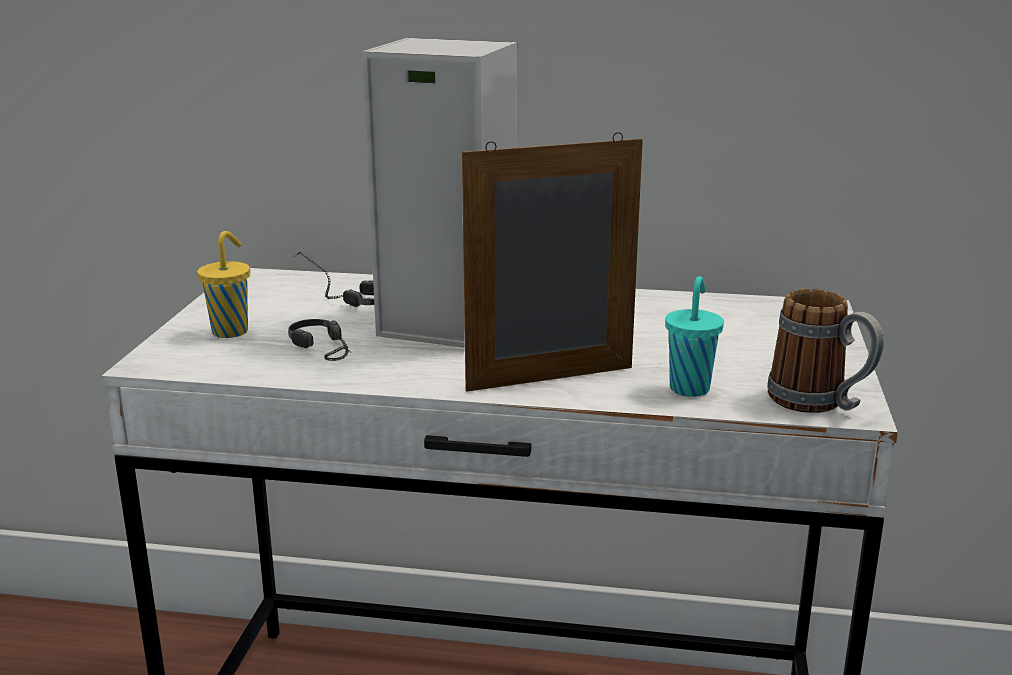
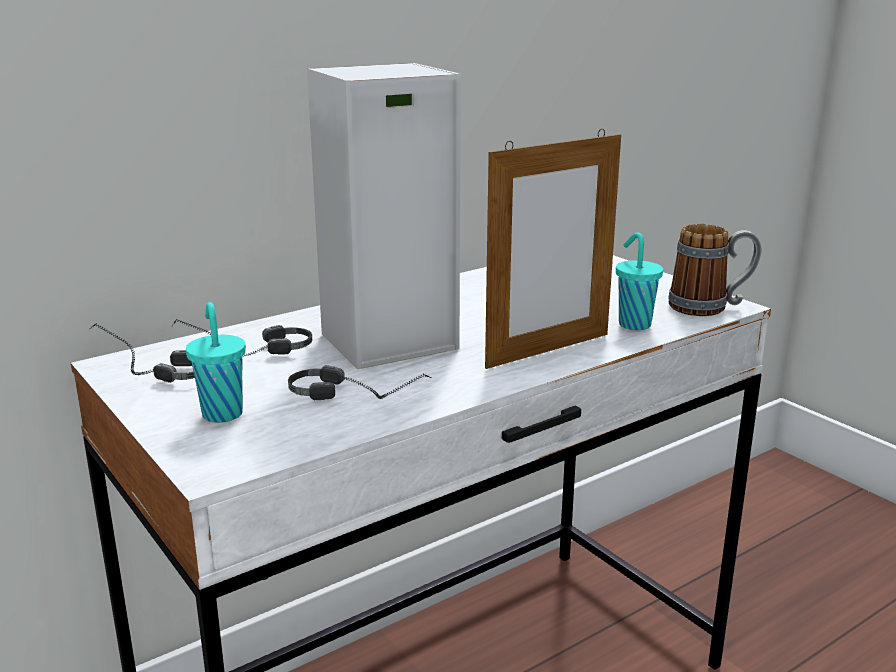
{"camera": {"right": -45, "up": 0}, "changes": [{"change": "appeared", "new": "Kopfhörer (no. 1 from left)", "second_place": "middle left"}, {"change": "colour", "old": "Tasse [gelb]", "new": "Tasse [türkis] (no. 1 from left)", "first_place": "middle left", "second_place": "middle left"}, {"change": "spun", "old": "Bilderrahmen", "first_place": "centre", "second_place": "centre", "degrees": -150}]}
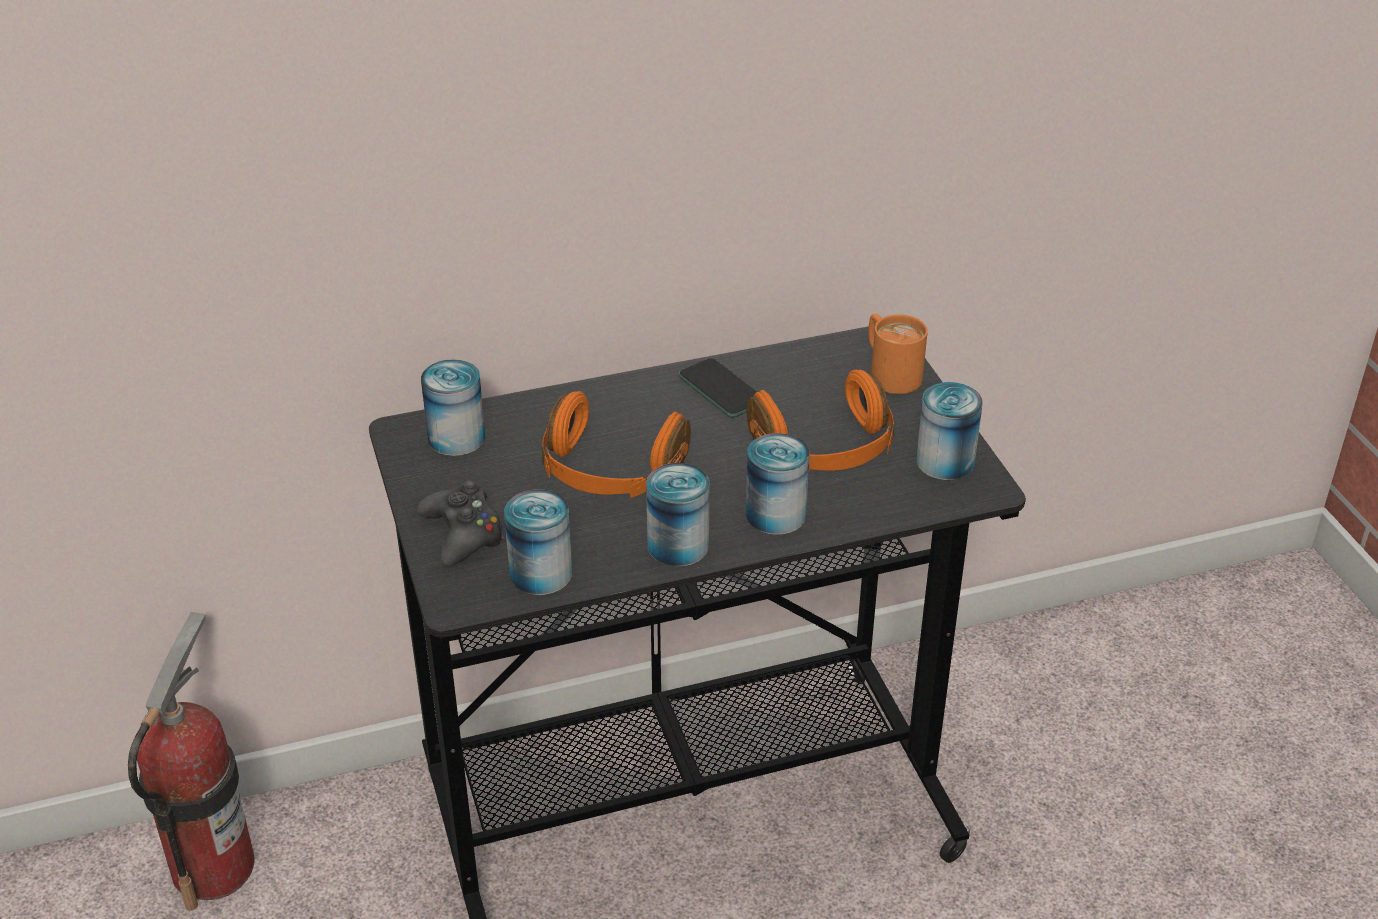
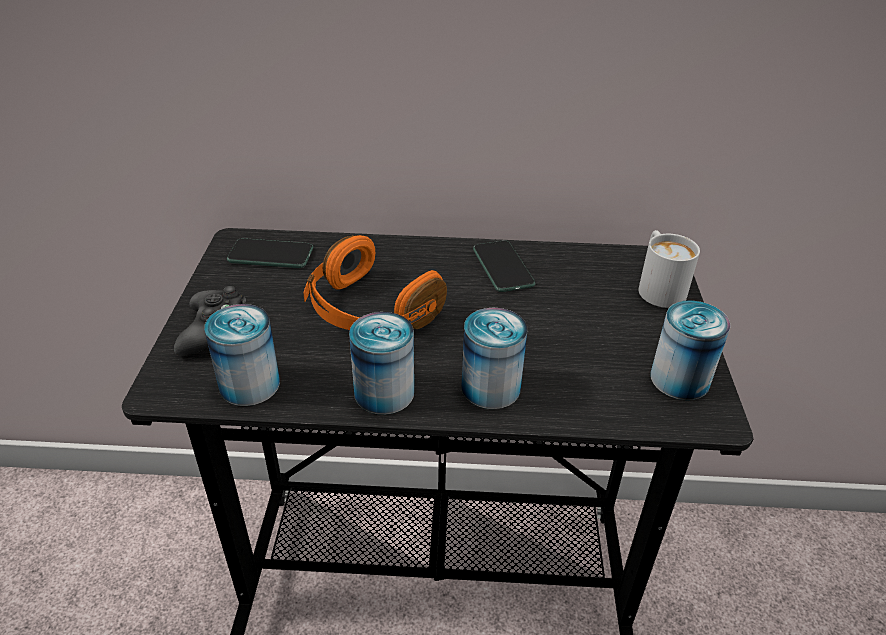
{"camera": {"right": 20, "up": 0}, "changes": [{"change": "missing", "old": "Feuerlöscher", "first_place": "bottom left"}, {"change": "missing", "old": "Kopfhörer [orange] (no. 2 from left)", "first_place": "centre"}, {"change": "exchanged", "old": "Dose (no. 1 from left)", "new": "Handy (no. 1 from left)", "first_place": "middle left", "second_place": "middle left"}, {"change": "colour", "old": "Henkelbecher [orange]", "new": "Henkelbecher [weiß]", "first_place": "centre", "second_place": "middle right"}]}
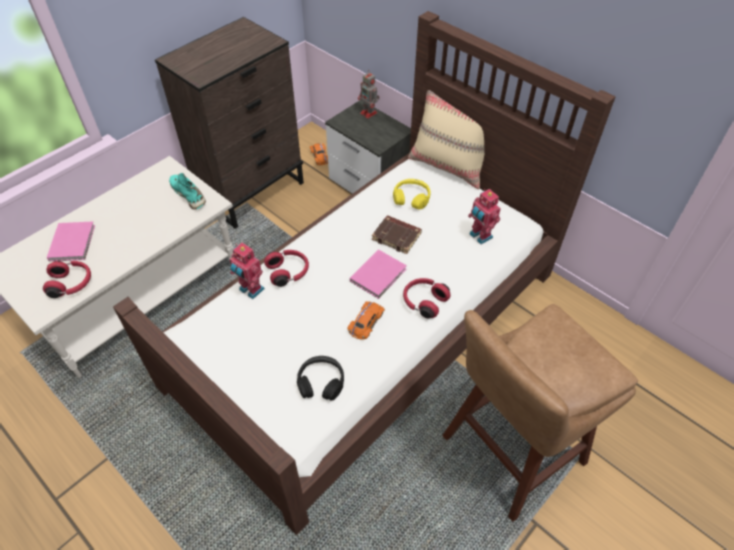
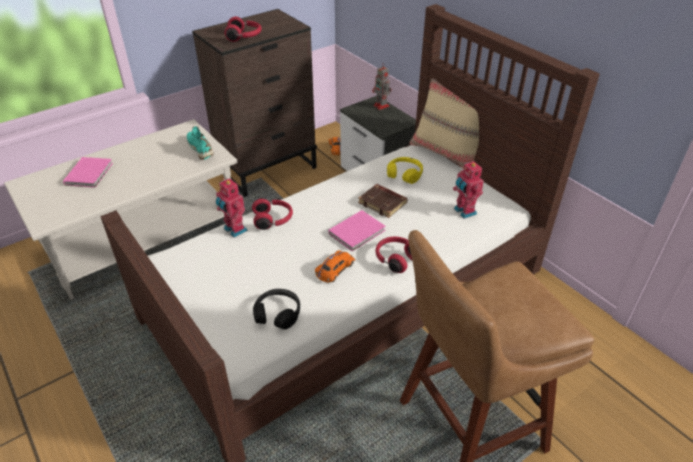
{"camera": {"right": 10, "up": -10}, "changes": [{"change": "relocated", "old": "Kopfhörer [rot] (no. 1 from left)", "first_place": "middle left", "second_place": "top centre"}]}
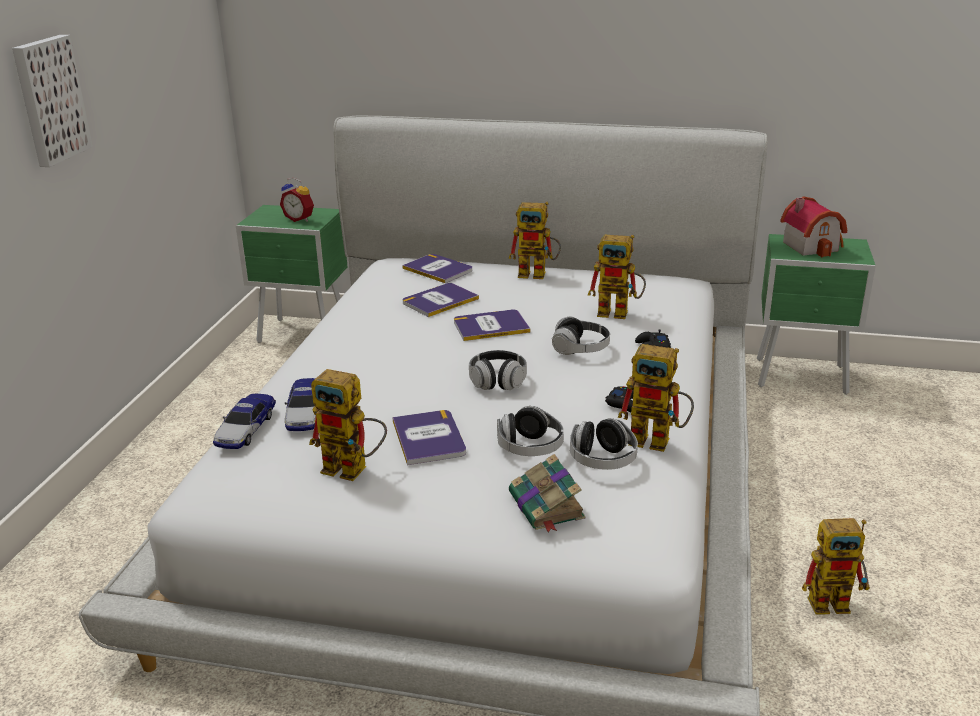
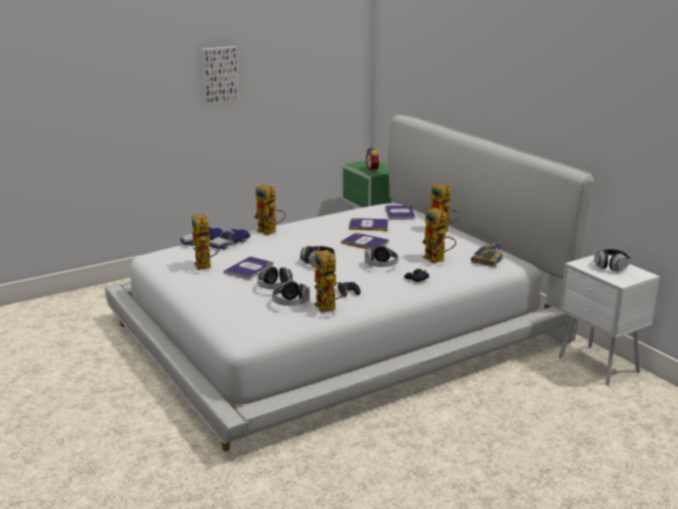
{"camera": {"right": 45, "up": -5}, "changes": [{"change": "relocated", "old": "Buch (no. 5 from left)", "first_place": "bottom centre", "second_place": "middle right"}, {"change": "relocated", "old": "Spielzeugroboter (no. 5 from left in the first image)", "new": "Spielzeugroboter (no. 2 from left)", "first_place": "bottom right", "second_place": "centre"}, {"change": "exchanged", "old": "Spielzeughaus", "new": "Kopfhörer (no. 5 from left)", "first_place": "top right", "second_place": "middle right"}, {"change": "colour", "old": "Nachttisch [grün] (no. 2 from left)", "new": "Nachttisch [weiß]", "first_place": "middle right", "second_place": "middle right"}]}
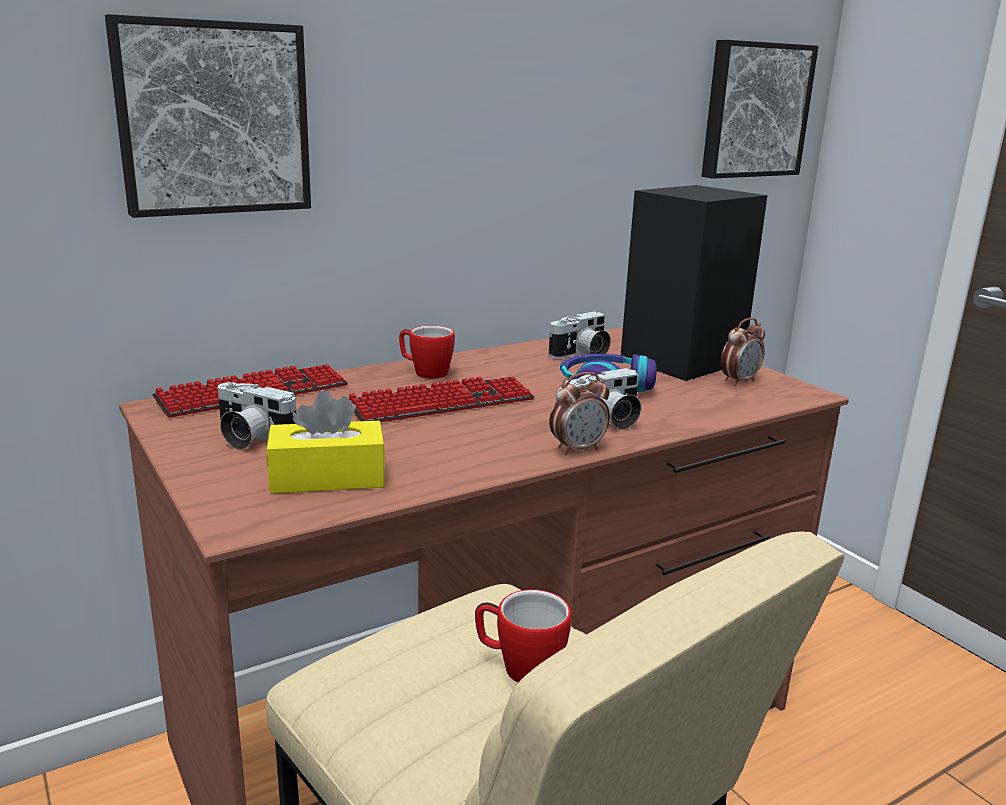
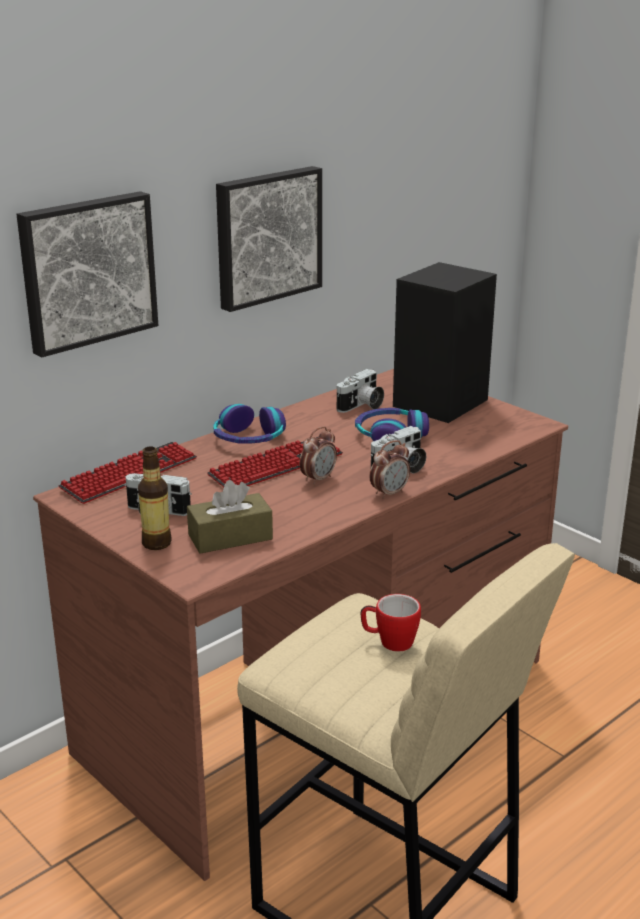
{"camera": {"right": -10, "up": 5}, "changes": [{"change": "appeared", "new": "Flasche", "second_place": "middle left"}, {"change": "relocated", "old": "Bild (no. 2 from left)", "first_place": "top right", "second_place": "top centre"}, {"change": "relocated", "old": "Wecker (no. 2 from left in the first image)", "new": "Wecker (no. 1 from left)", "first_place": "middle right", "second_place": "centre"}, {"change": "exchanged", "old": "Henkelbecher (no. 1 from left)", "new": "Kopfhörer (no. 1 from left)", "first_place": "centre", "second_place": "centre"}, {"change": "colour", "old": "Taschentuchbox [gelb]", "new": "Taschentuchbox [braun]", "first_place": "middle left", "second_place": "centre"}]}
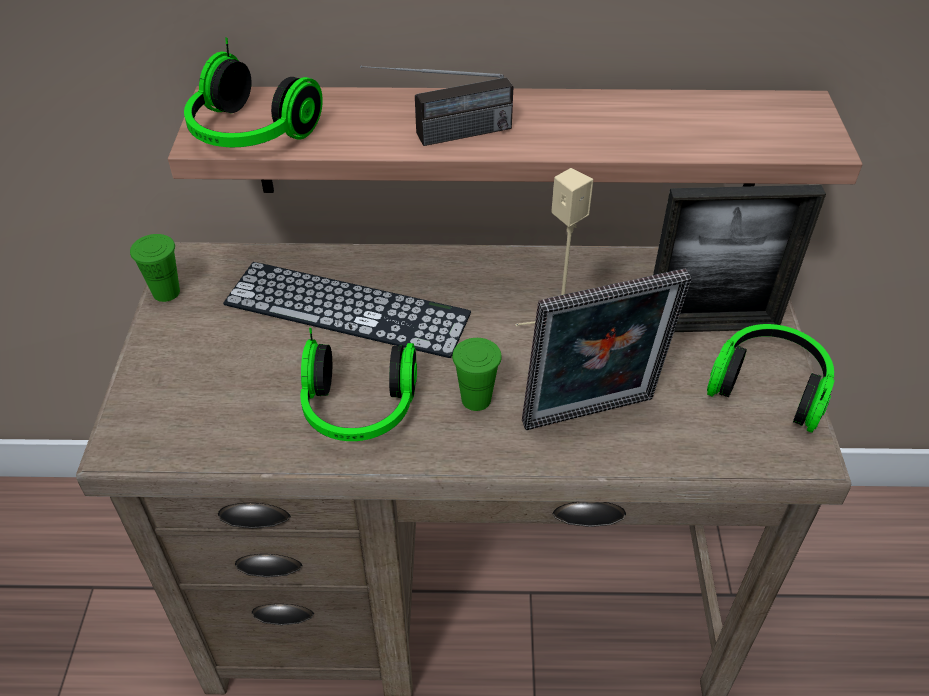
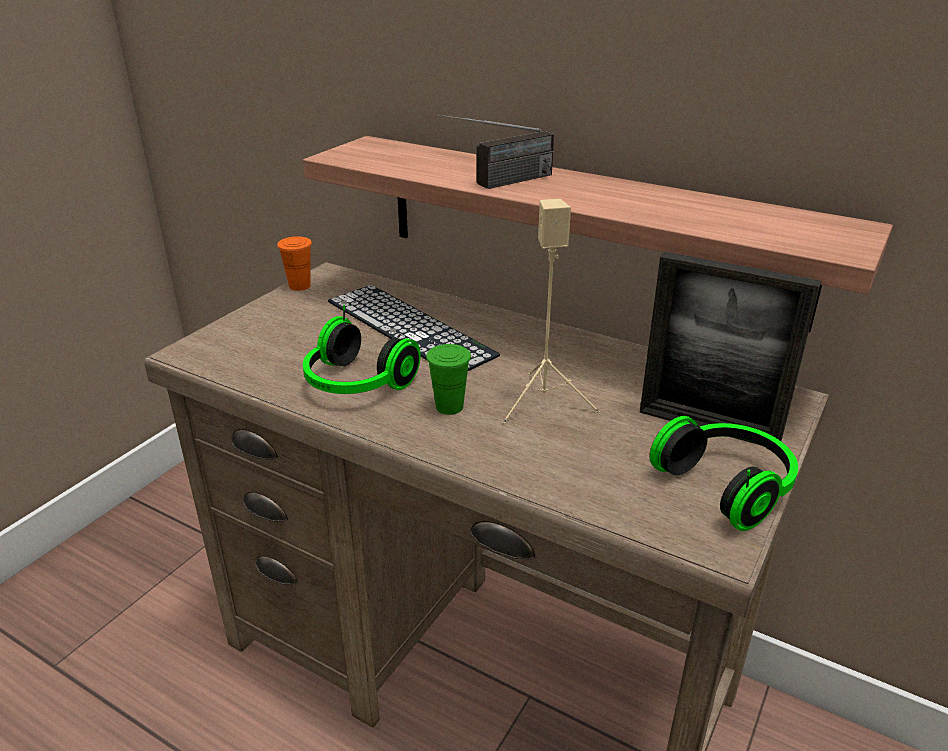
{"camera": {"right": 30, "up": -15}, "changes": [{"change": "missing", "old": "Kopfhörer (no. 1 from left)", "first_place": "top left"}, {"change": "missing", "old": "Bilderrahmen (no. 1 from left)", "first_place": "centre"}, {"change": "colour", "old": "Tasse [grün] (no. 1 from left)", "new": "Tasse [orange]", "first_place": "middle left", "second_place": "middle left"}, {"change": "spun", "old": "Radio", "first_place": "top centre", "second_place": "top centre", "degrees": -45}]}
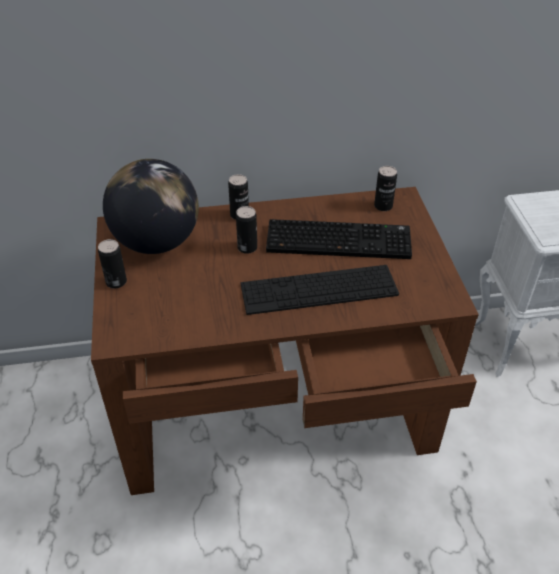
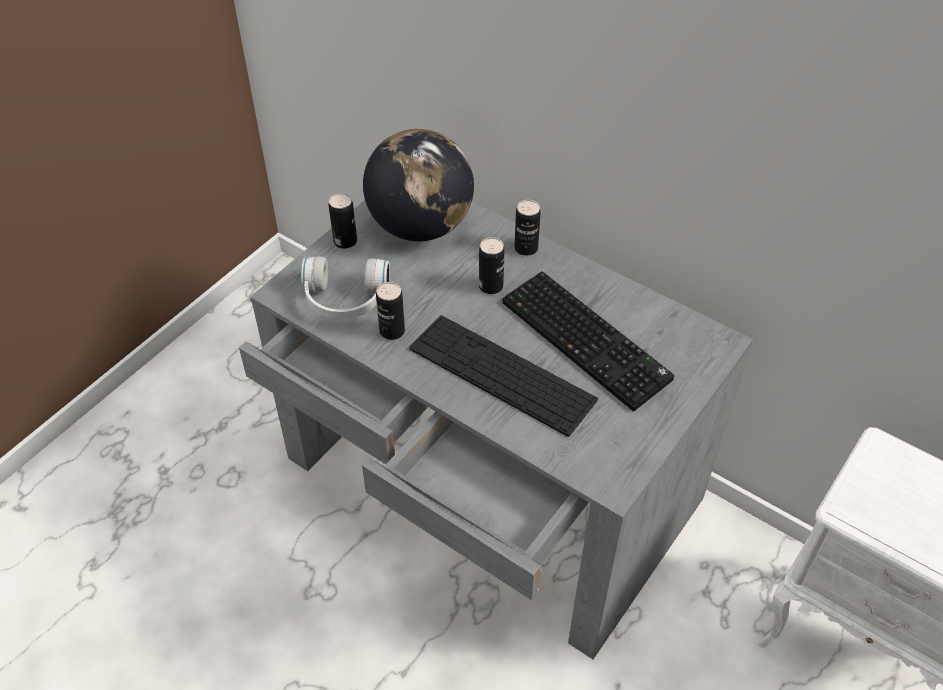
{"camera": {"right": 45, "up": 5}, "changes": [{"change": "appeared", "new": "Kopfhörer [weiß]", "second_place": "centre"}, {"change": "relocated", "old": "Dose (no. 4 from left in the first image)", "new": "Dose (no. 2 from left)", "first_place": "top right", "second_place": "centre"}, {"change": "colour", "old": "Schreibtisch [braun]", "new": "Schreibtisch [grau]", "first_place": "centre", "second_place": "centre"}]}
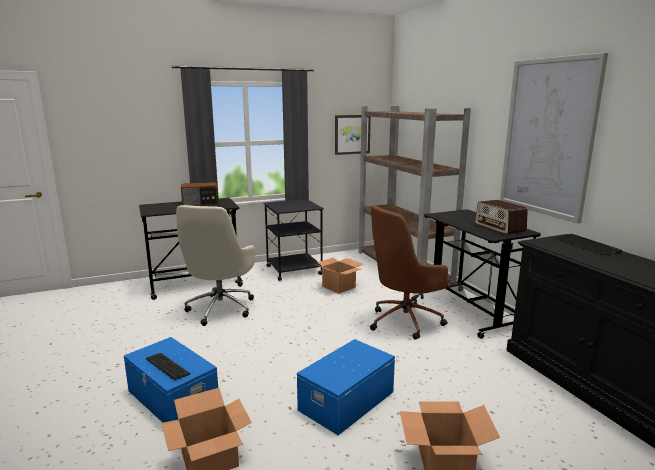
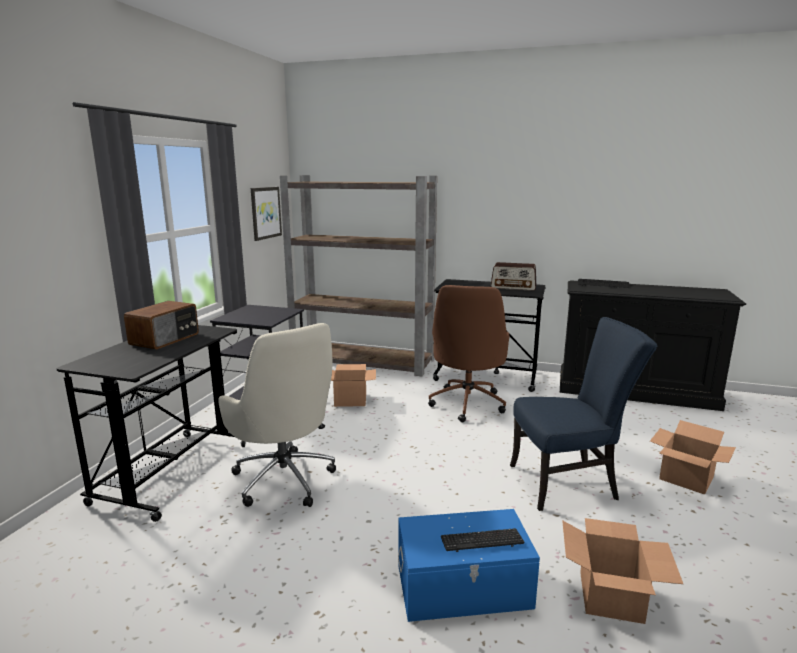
{"camera": {"right": -50, "up": 0}, "changes": [{"change": "missing", "old": "Bild (no. 2 from left)", "first_place": "top right"}, {"change": "exchanged", "old": "Aufbewahrungsbox [blau] (no. 2 from left)", "new": "Stuhl [blau]", "first_place": "bottom centre", "second_place": "middle right"}]}
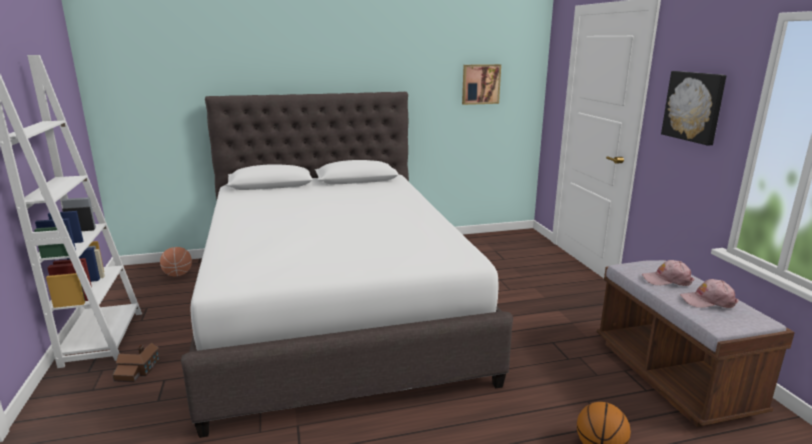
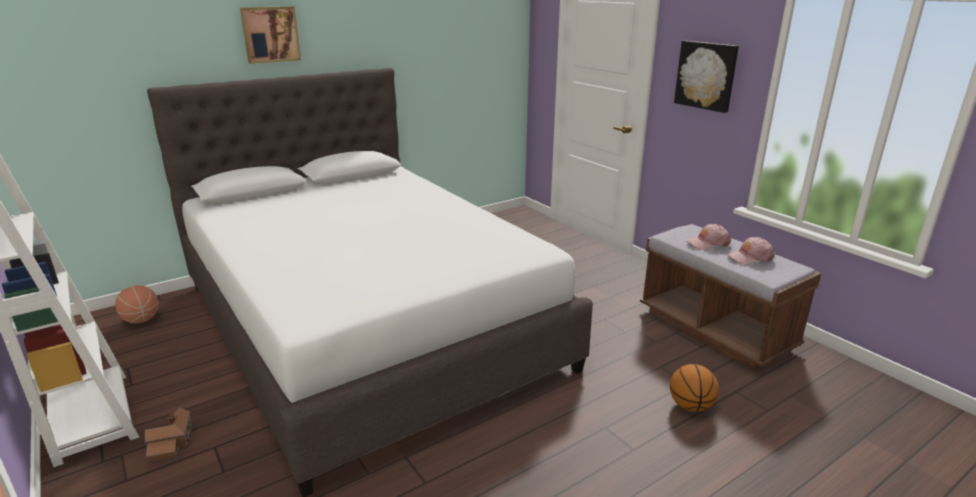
{"camera": {"right": -20, "up": 5}, "changes": [{"change": "relocated", "old": "Bild (no. 1 from left)", "first_place": "top centre", "second_place": "top left"}]}
